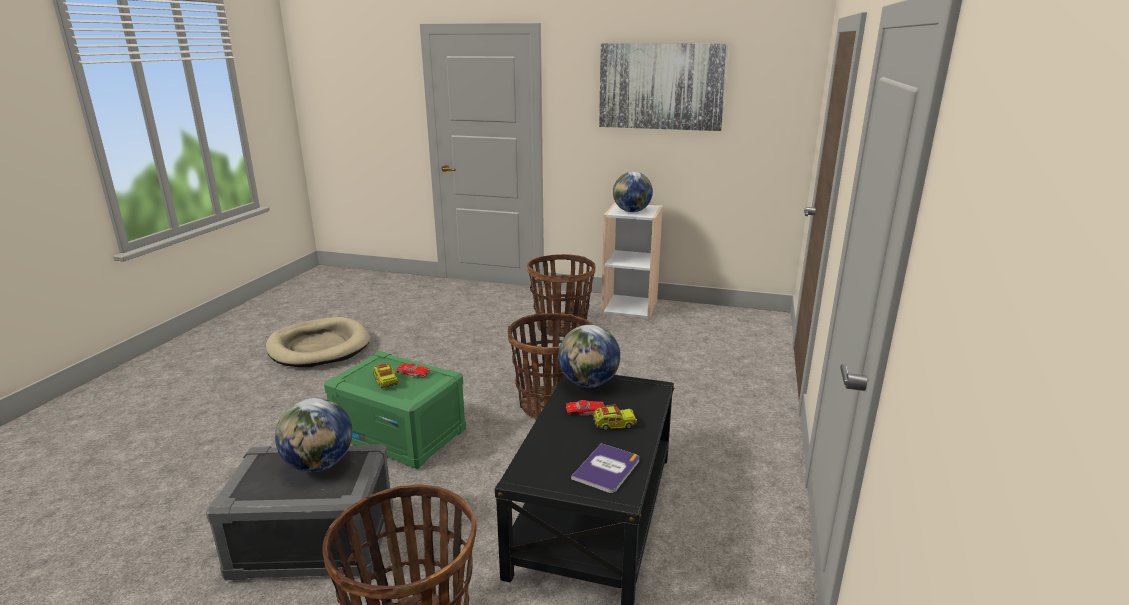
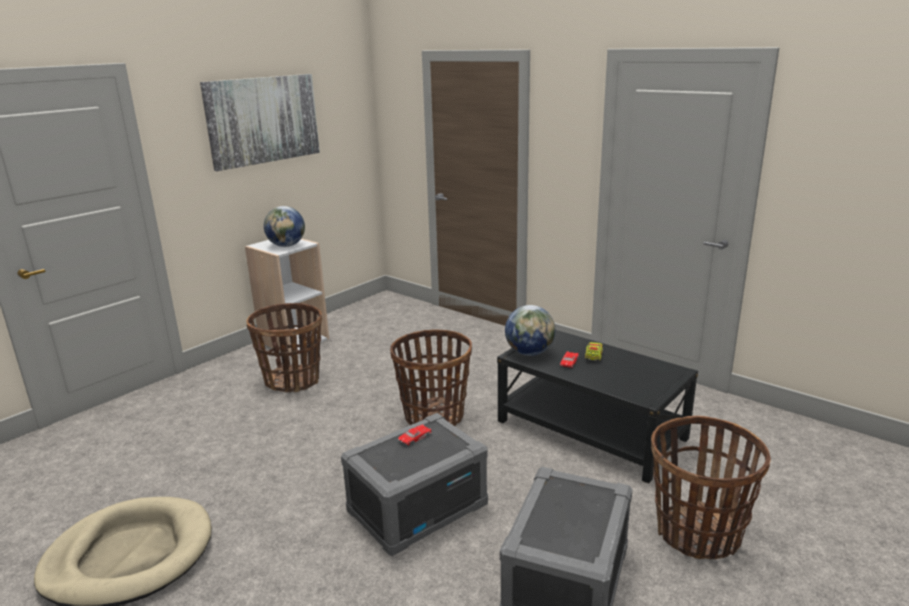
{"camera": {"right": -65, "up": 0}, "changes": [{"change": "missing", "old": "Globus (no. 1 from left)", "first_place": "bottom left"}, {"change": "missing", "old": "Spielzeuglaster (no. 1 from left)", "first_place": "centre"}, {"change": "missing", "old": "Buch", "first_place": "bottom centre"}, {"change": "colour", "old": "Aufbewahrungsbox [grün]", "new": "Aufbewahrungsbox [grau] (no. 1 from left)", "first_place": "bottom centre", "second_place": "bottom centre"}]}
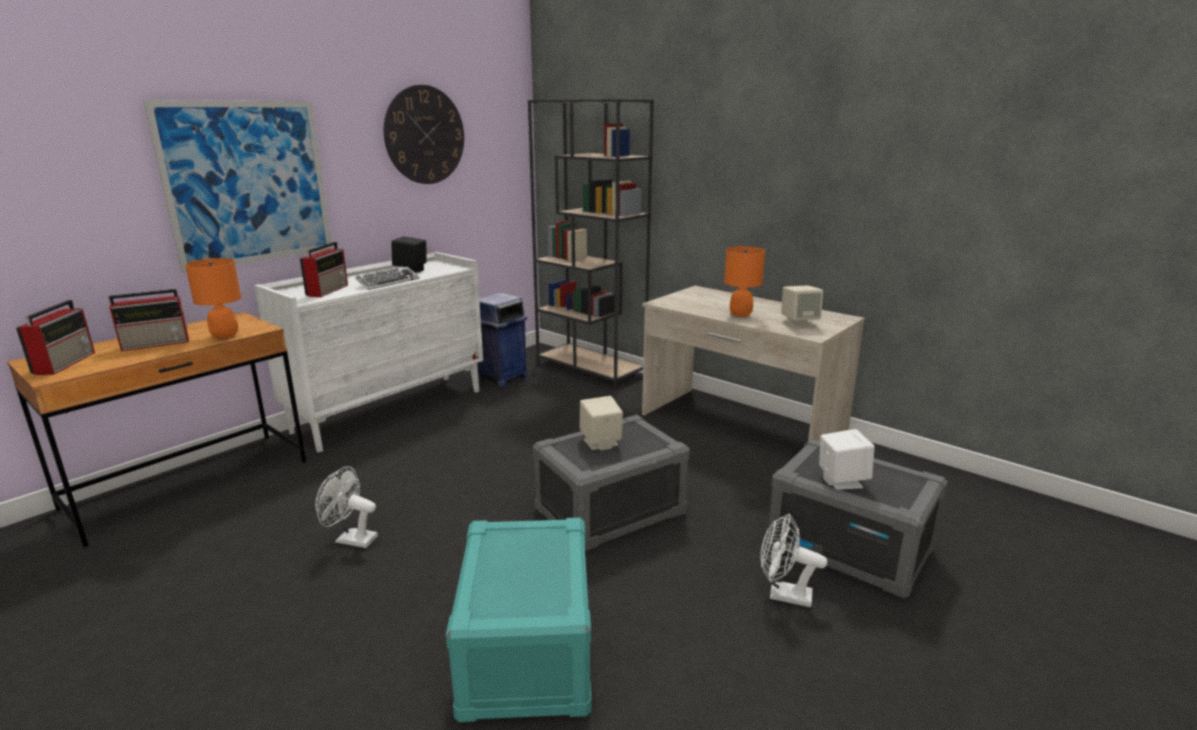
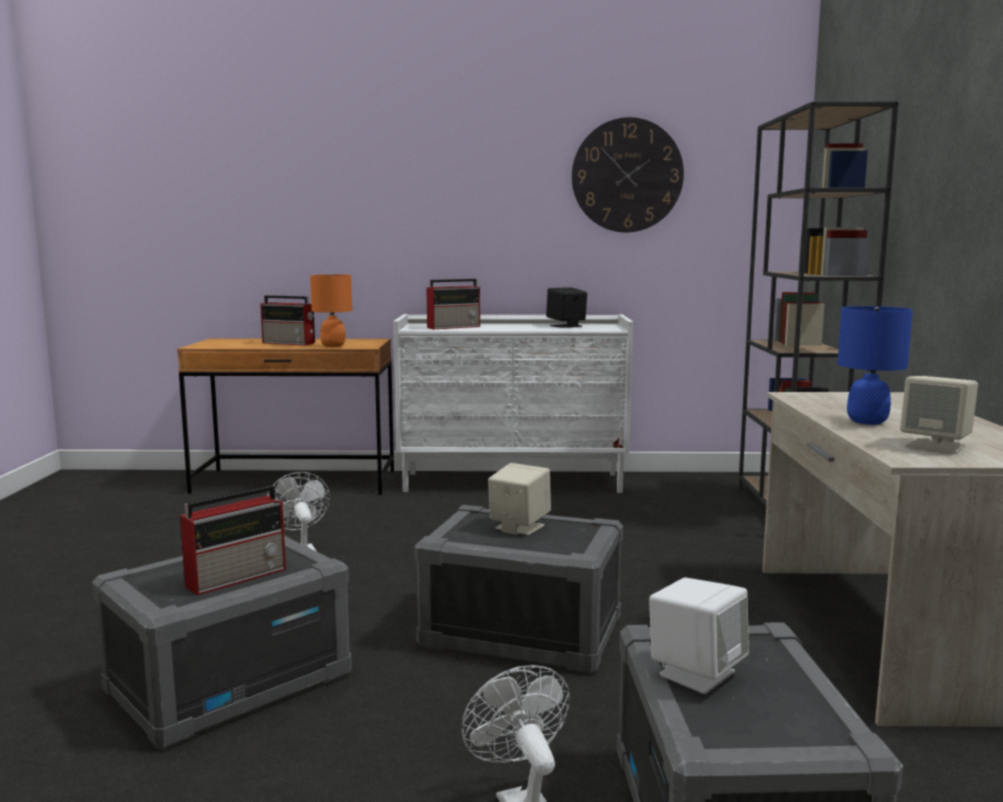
{"camera": {"right": 50, "up": -10}, "changes": [{"change": "missing", "old": "Bild", "first_place": "top left"}, {"change": "missing", "old": "Tastatur", "first_place": "middle left"}, {"change": "missing", "old": "Mülleimer [blau]", "first_place": "centre"}, {"change": "relocated", "old": "Radio (no. 1 from left)", "first_place": "middle left", "second_place": "bottom left"}, {"change": "colour", "old": "Aufbewahrungsbox [türkis]", "new": "Aufbewahrungsbox [grau] (no. 1 from left)", "first_place": "bottom centre", "second_place": "bottom left"}, {"change": "colour", "old": "Tischlampe [orange] (no. 2 from left)", "new": "Tischlampe [blau]", "first_place": "centre", "second_place": "middle right"}]}
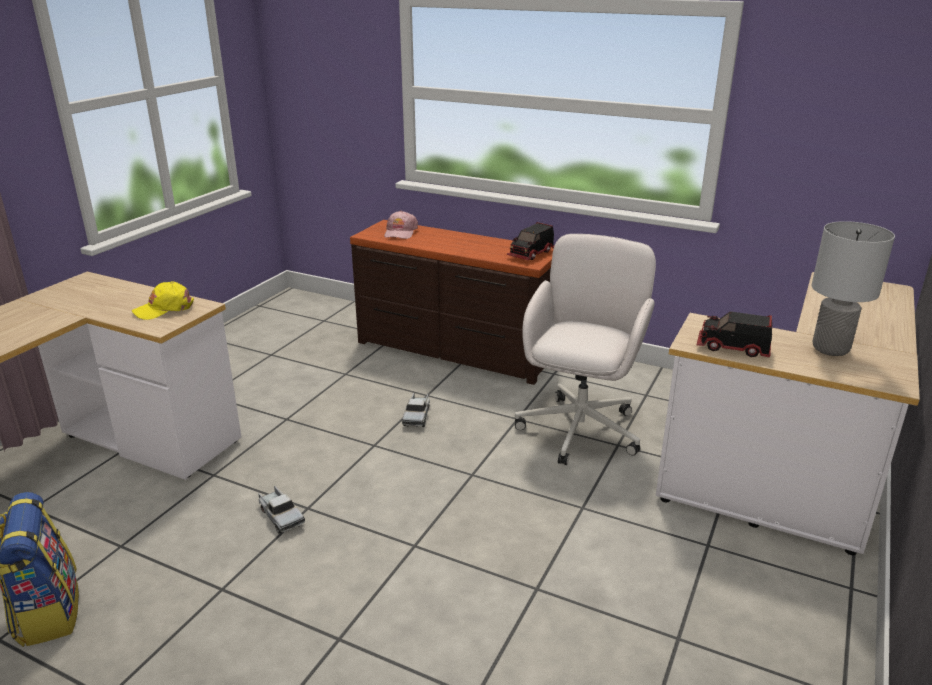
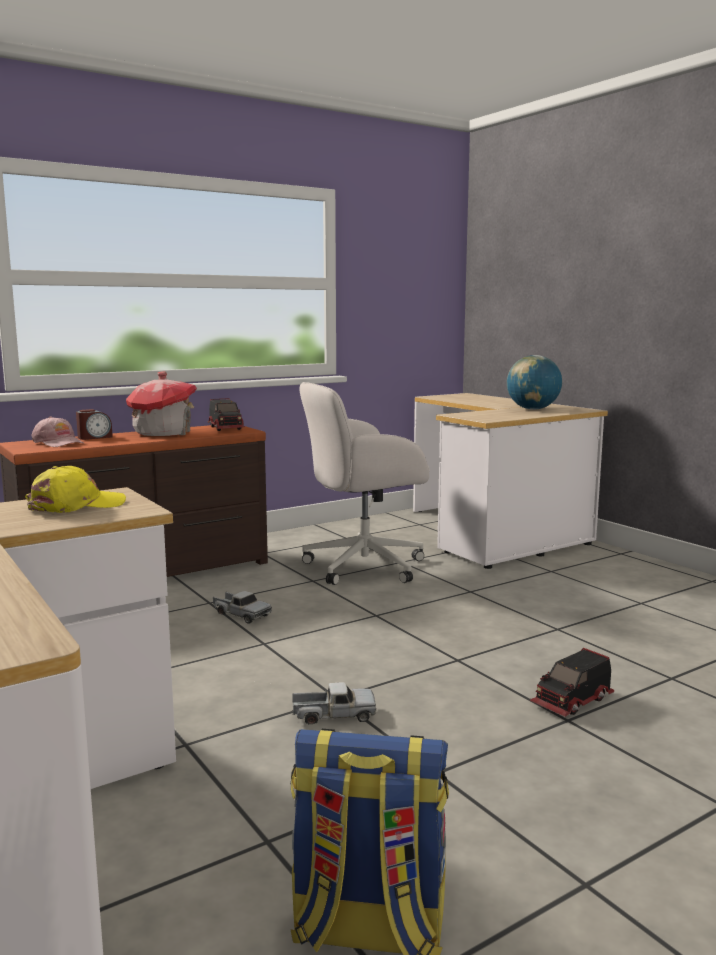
{"camera": {"right": -60, "up": -15}, "changes": [{"change": "appeared", "new": "Wecker", "second_place": "middle left"}, {"change": "appeared", "new": "Spielzeughaus", "second_place": "middle left"}, {"change": "relocated", "old": "Spielzeuglaster (no. 4 from left)", "first_place": "middle right", "second_place": "bottom right"}, {"change": "exchanged", "old": "Tischlampe [grau]", "new": "Globus", "first_place": "middle right", "second_place": "middle right"}, {"change": "spun", "old": "Kappe [gelb]", "first_place": "middle left", "second_place": "middle left", "degrees": -120}, {"change": "spun", "old": "Bürostuhl [weiß]", "first_place": "centre", "second_place": "centre", "degrees": -75}]}
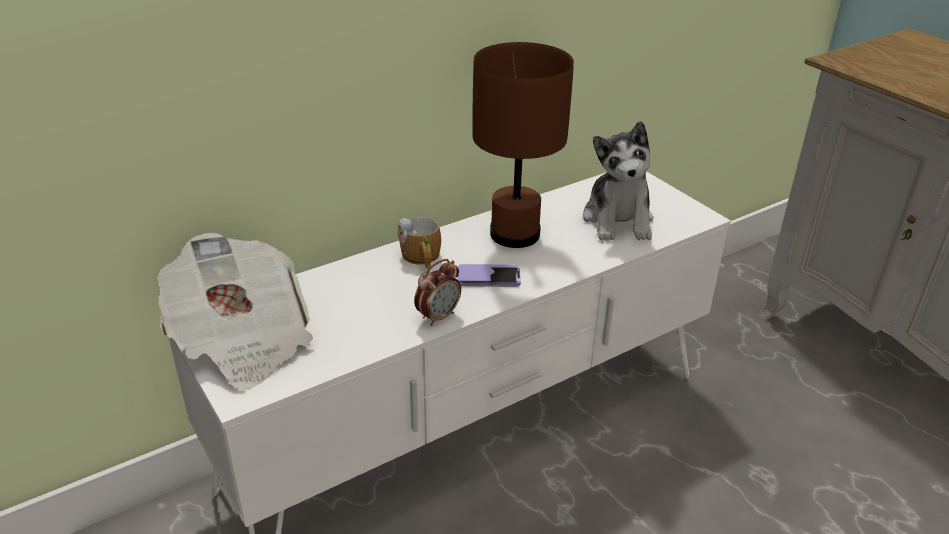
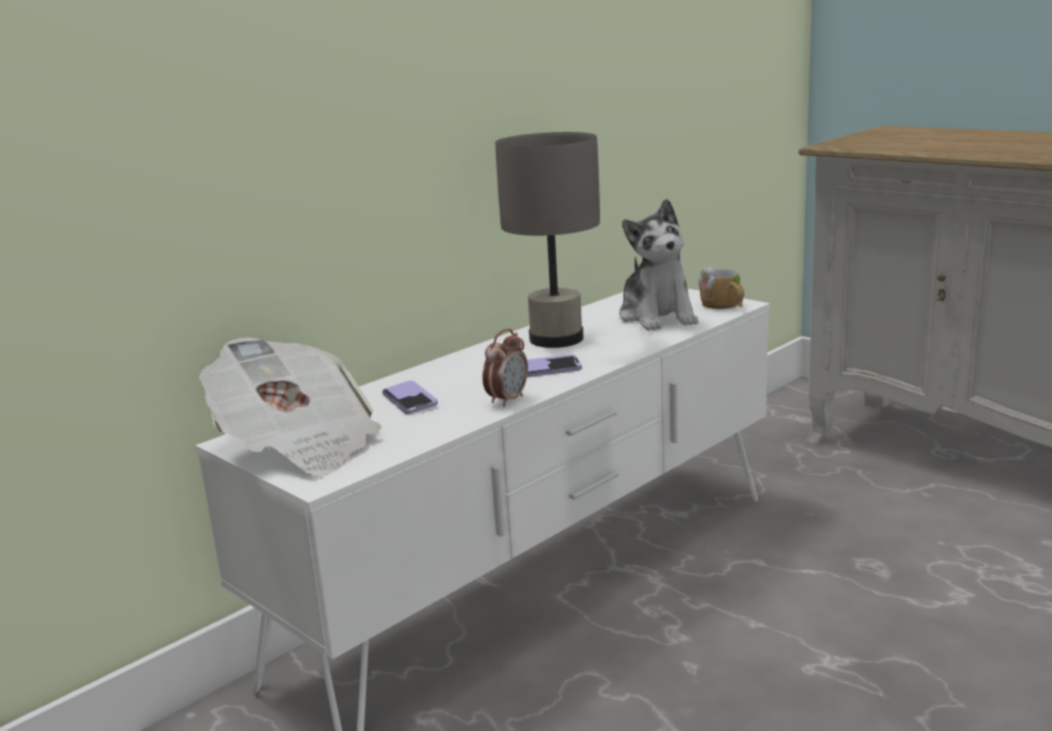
{"camera": {"right": -10, "up": -15}, "changes": [{"change": "appeared", "new": "Handy (no. 1 from left)", "second_place": "centre"}, {"change": "relocated", "old": "Henkelbecher", "first_place": "centre", "second_place": "middle right"}, {"change": "colour", "old": "Tischlampe [braun]", "new": "Tischlampe [grau]", "first_place": "top centre", "second_place": "top centre"}]}
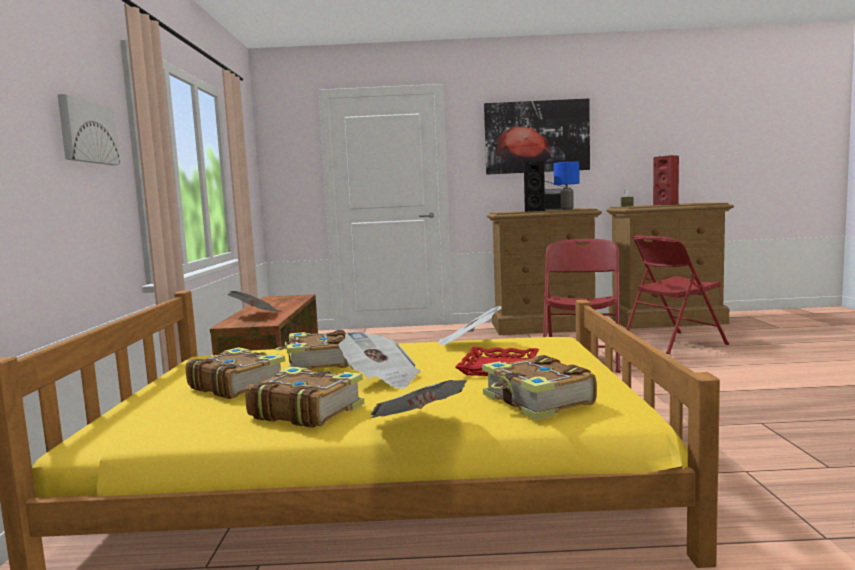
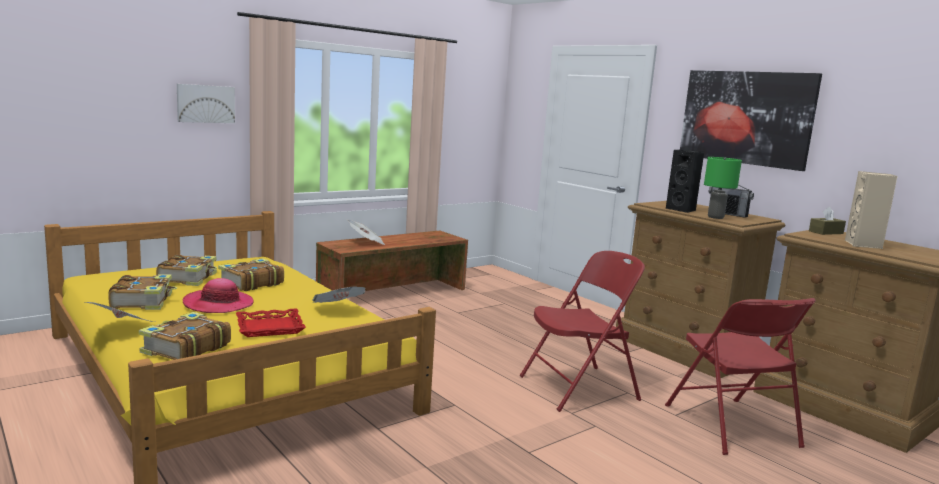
{"camera": {"right": 50, "up": 5}, "changes": [{"change": "exchanged", "old": "Zeitung (no. 2 from left)", "new": "Hut", "first_place": "centre", "second_place": "middle left"}, {"change": "colour", "old": "Tischlampe [blau]", "new": "Tischlampe [grün]", "first_place": "top centre", "second_place": "middle right"}, {"change": "colour", "old": "Lautsprecher [rot]", "new": "Lautsprecher [beige]", "first_place": "top right", "second_place": "middle right"}, {"change": "spun", "old": "Stuhl [rot] (no. 2 from left)", "first_place": "middle right", "second_place": "bottom right", "degrees": -135}]}
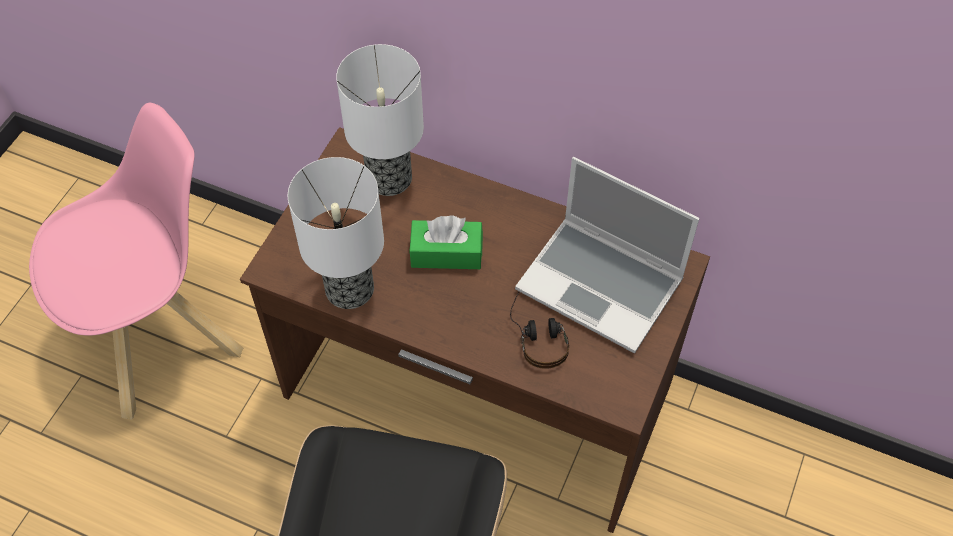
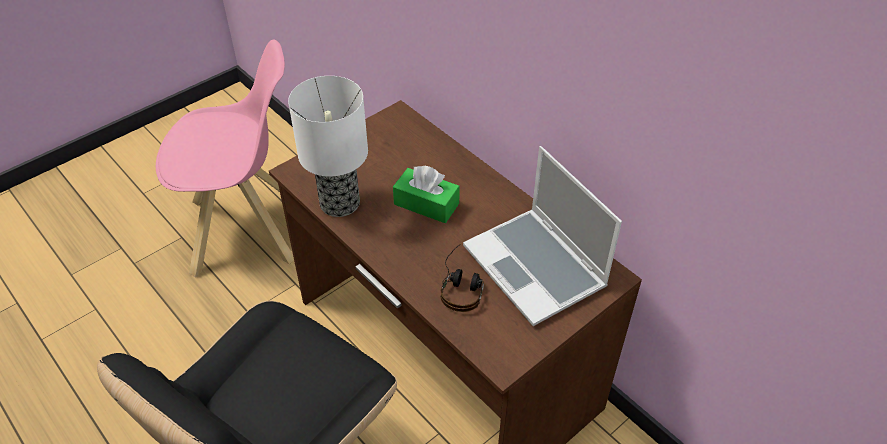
{"camera": {"right": 25, "up": -10}, "changes": [{"change": "missing", "old": "Tischlampe (no. 2 from left)", "first_place": "top centre"}]}
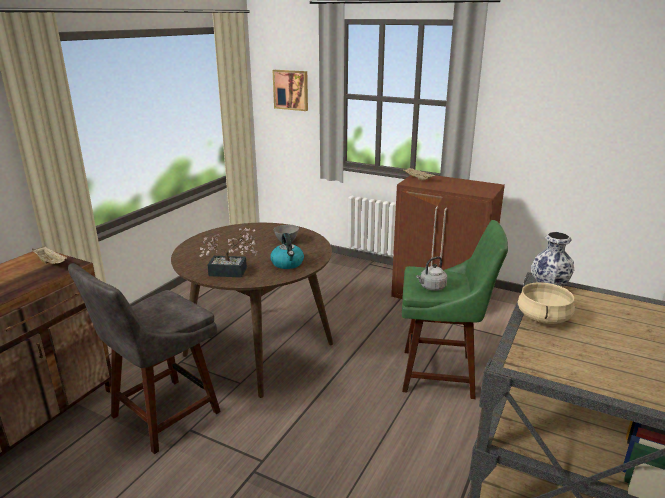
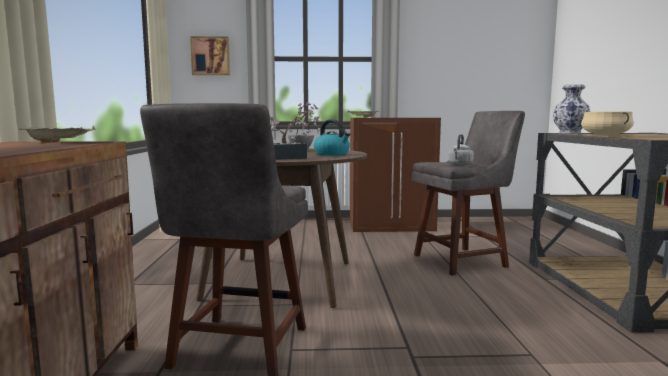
{"camera": {"right": -30, "up": -15}, "changes": [{"change": "colour", "old": "Hocker [grün]", "new": "Hocker [grau] (no. 2 from left)", "first_place": "middle right", "second_place": "middle right"}]}
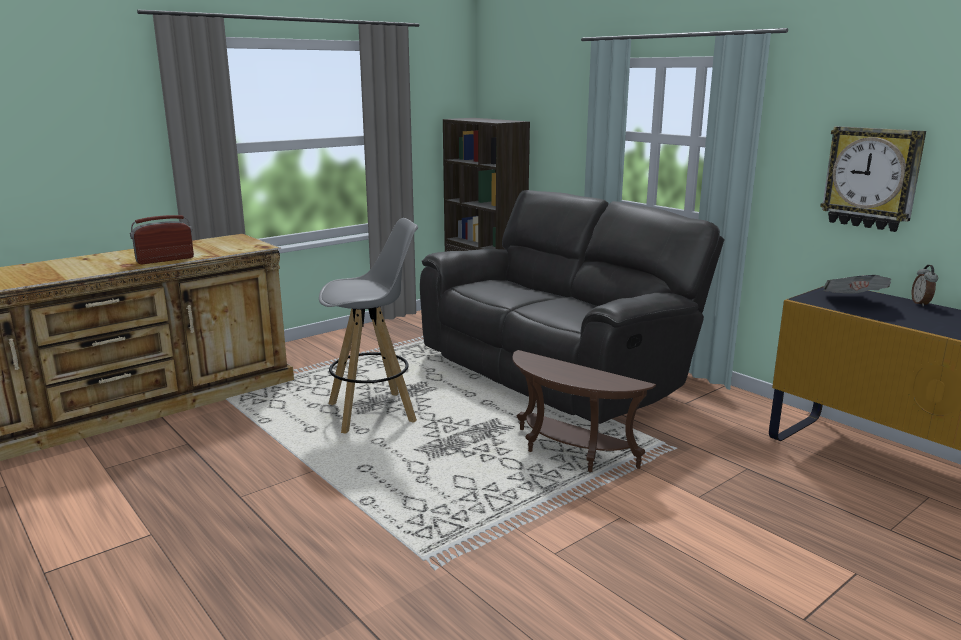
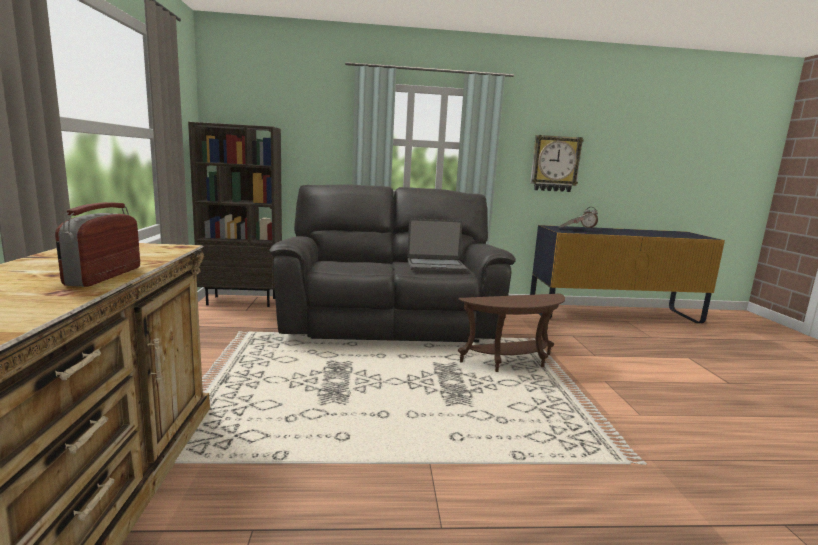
{"camera": {"right": -55, "up": -5}, "changes": [{"change": "missing", "old": "Hocker [grau]", "first_place": "centre"}, {"change": "appeared", "new": "Laptop", "second_place": "centre"}]}
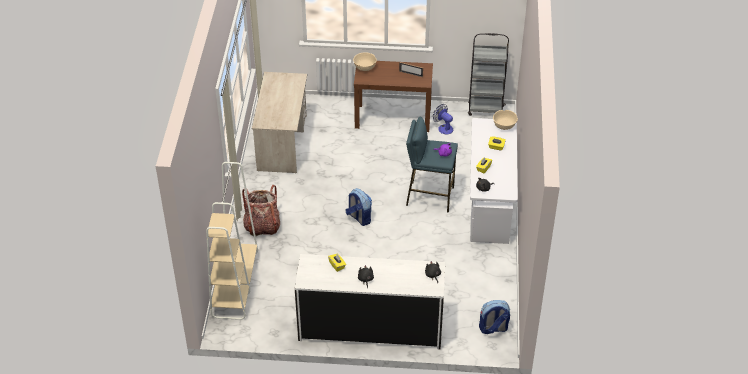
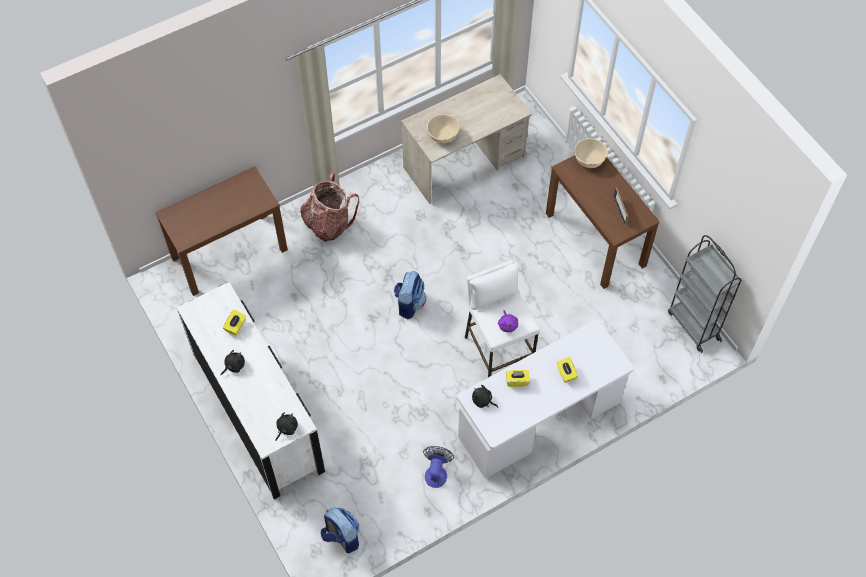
{"camera": {"right": 55, "up": 15}, "changes": [{"change": "relocated", "old": "Ventilator", "first_place": "top centre", "second_place": "bottom centre"}, {"change": "relocated", "old": "Schüssel [beige] (no. 2 from left in the first image)", "new": "Schüssel [beige] (no. 1 from left)", "first_place": "top right", "second_place": "top centre"}, {"change": "exchanged", "old": "Kleiderständer [beige]", "new": "Konsolentisch [braun] (no. 1 from left)", "first_place": "middle left", "second_place": "middle left"}, {"change": "colour", "old": "Hocker [blau]", "new": "Hocker [weiß]", "first_place": "centre", "second_place": "centre"}]}
